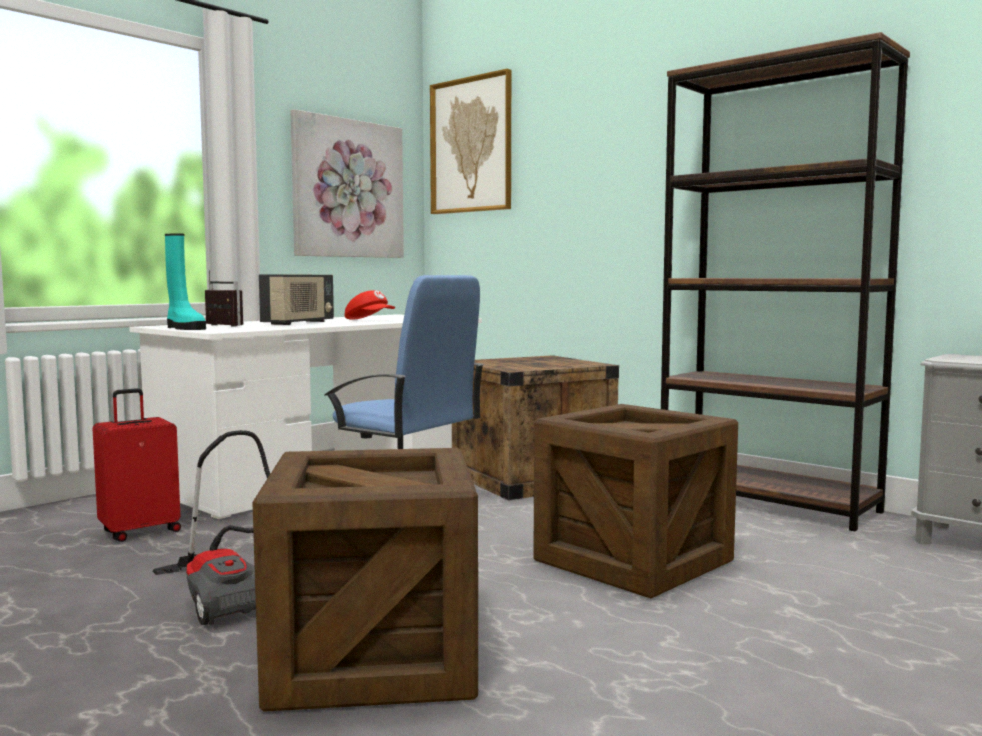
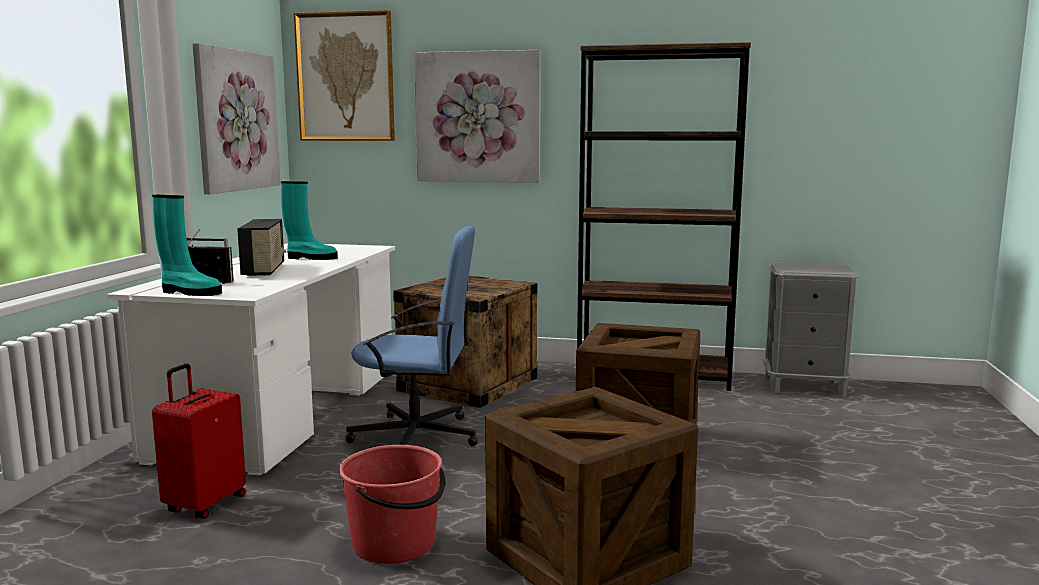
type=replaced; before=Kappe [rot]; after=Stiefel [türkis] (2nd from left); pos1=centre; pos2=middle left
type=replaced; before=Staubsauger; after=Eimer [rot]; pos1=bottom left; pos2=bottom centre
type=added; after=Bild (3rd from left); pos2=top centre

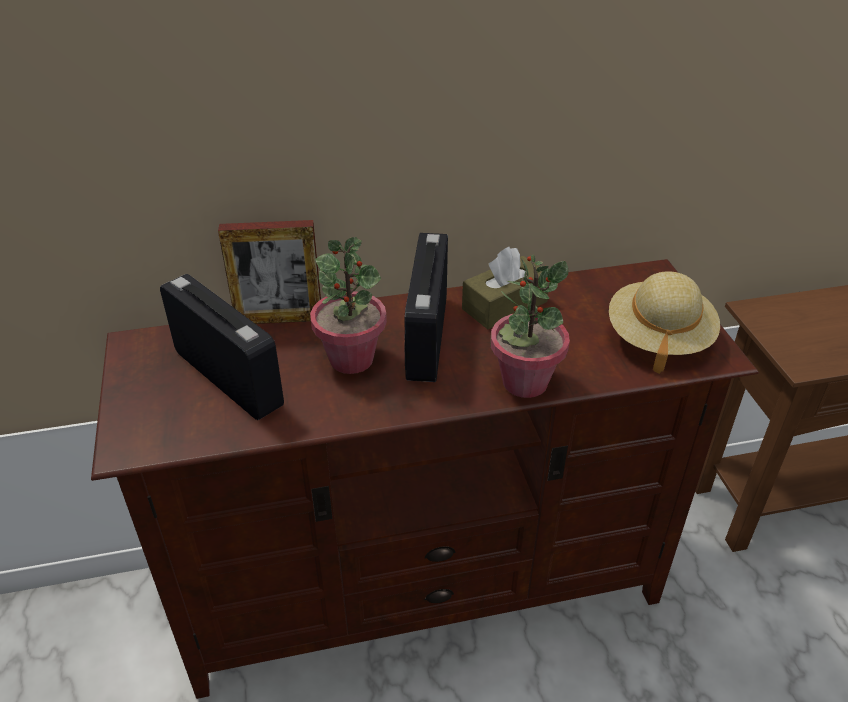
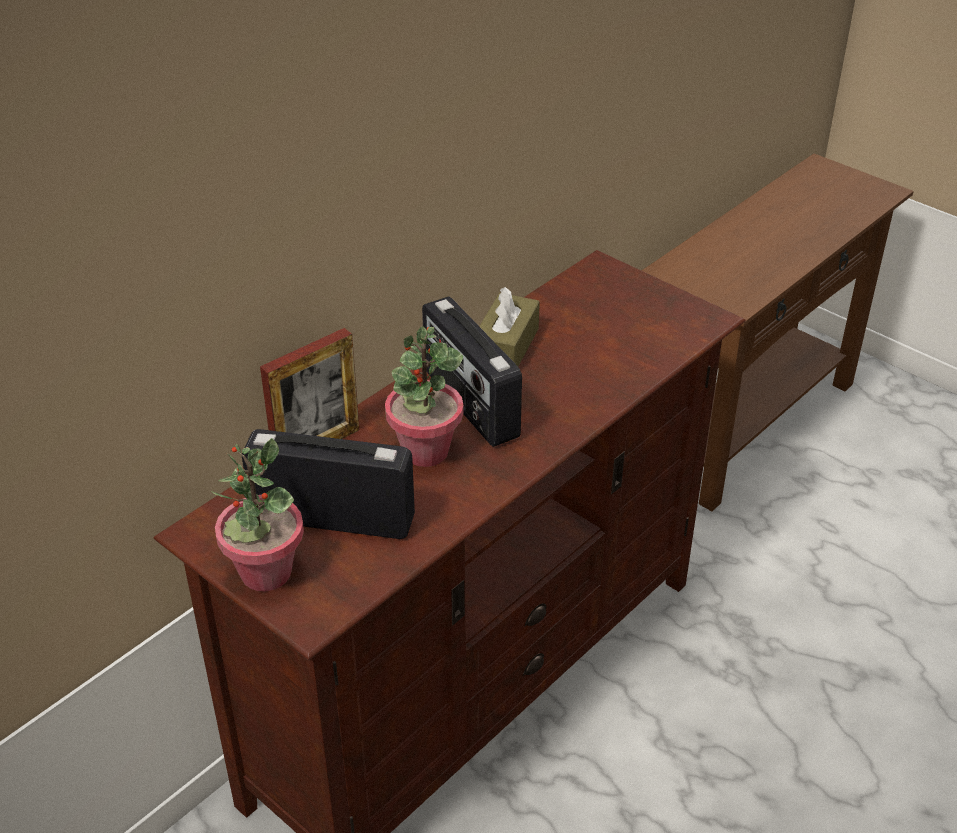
type=moved; before=Topfpflanze (2nd from left in the first image); after=Topfpflanze (1st from left); pos1=centre; pos2=middle left
type=removed; before=Hut [beige]; pos1=middle right

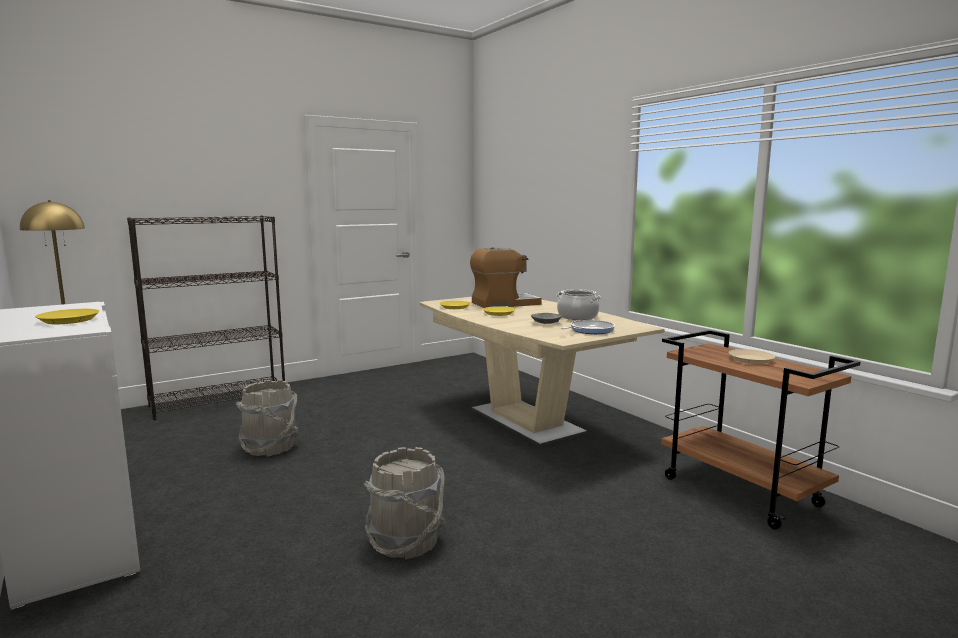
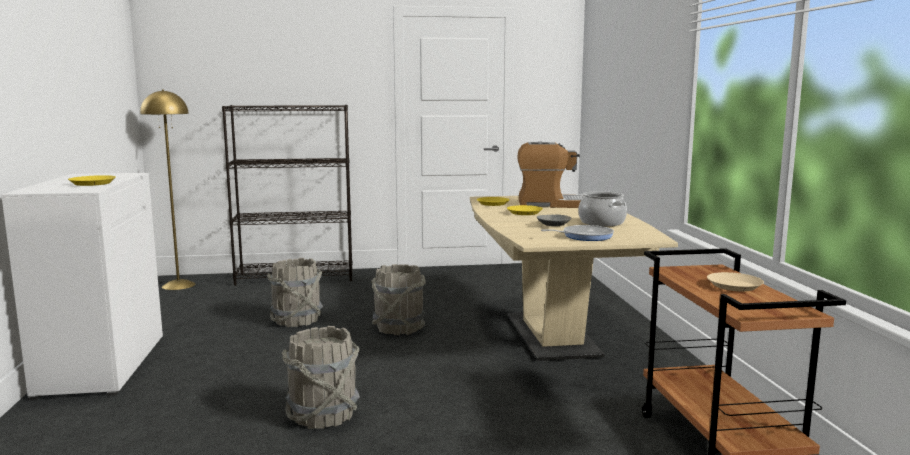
type=added; after=Eimer [grau] (3rd from left); pos2=centre

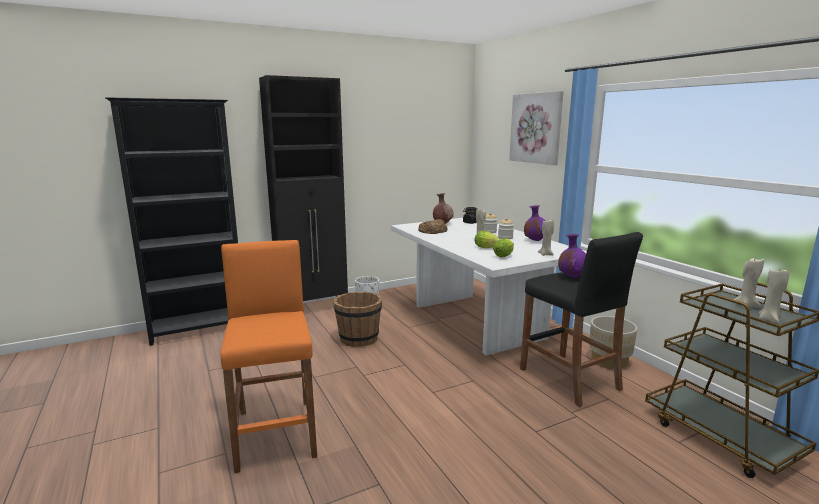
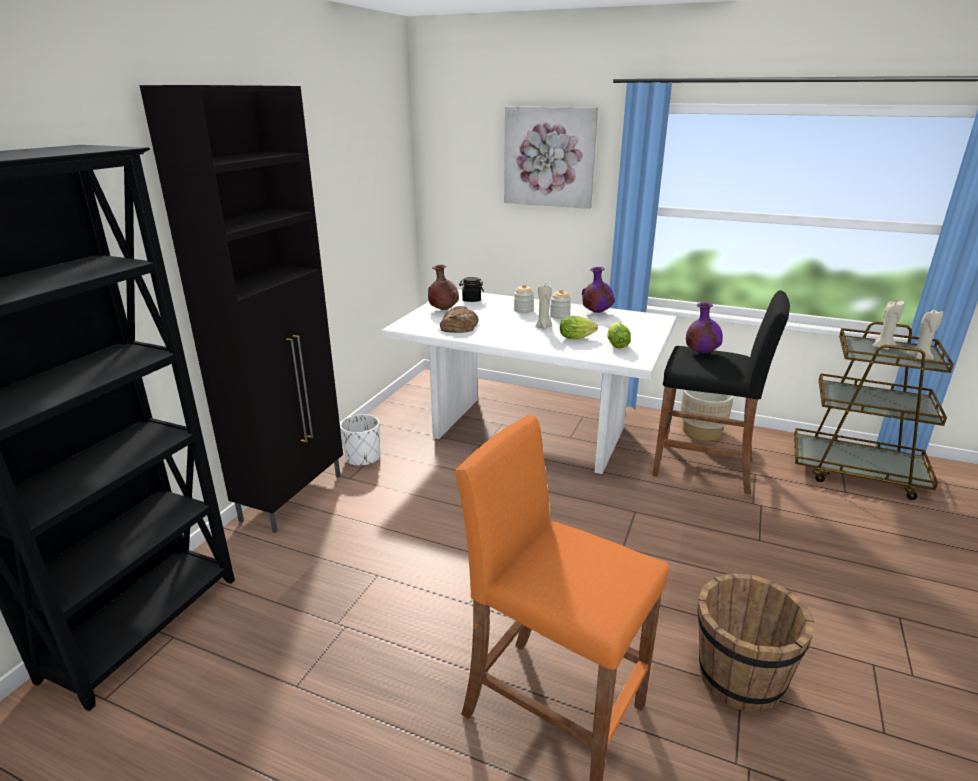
type=removed; before=Kerze [beige] (2nd from left); pos1=middle right
type=moved; before=Eimer [braun]; pos1=centre; pos2=bottom right

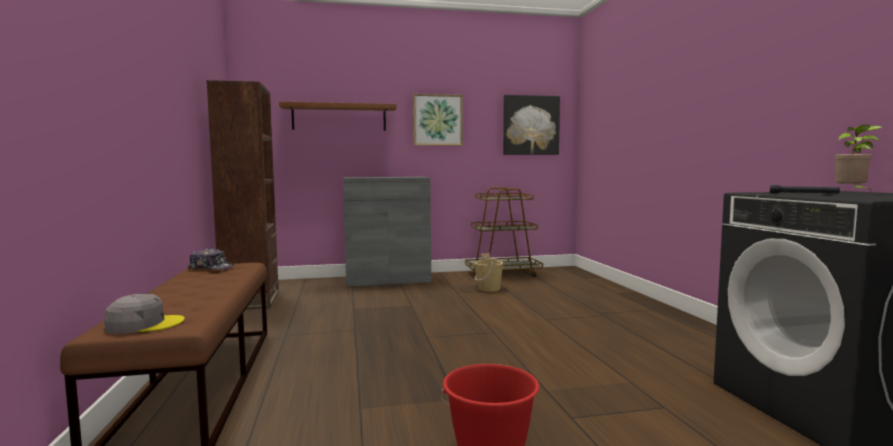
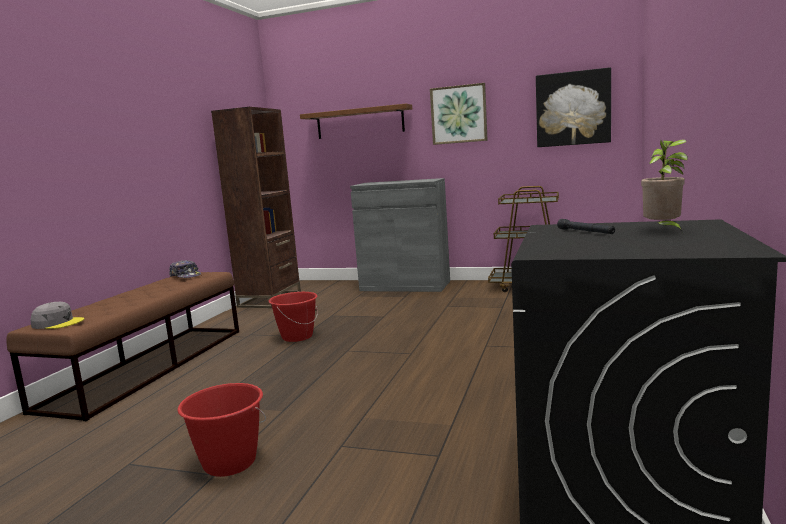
type=removed; before=Eimer [beige]; pos1=centre
type=added; after=Eimer [rot] (2nd from left); pos2=centre

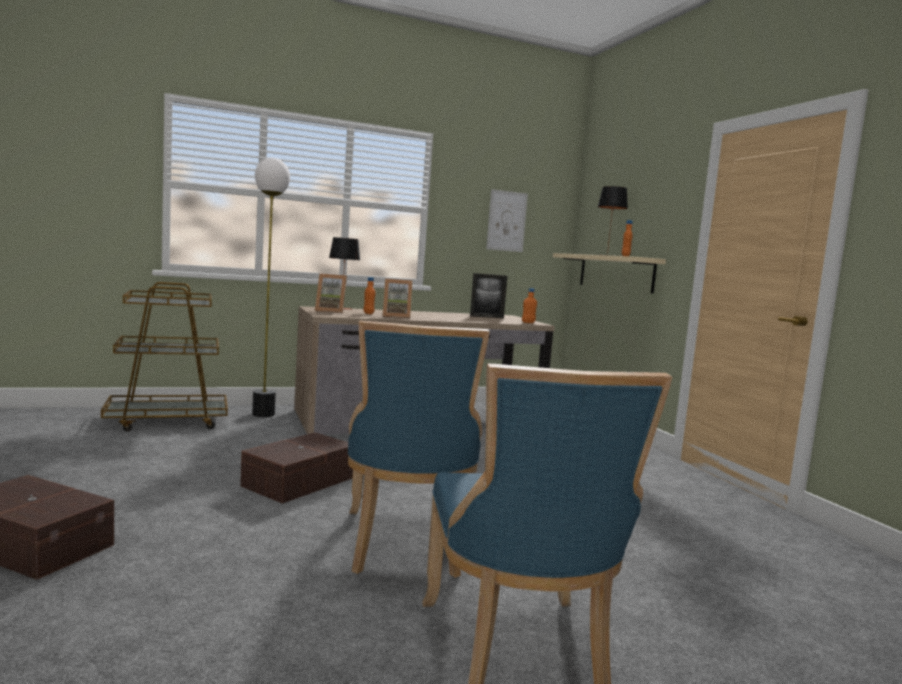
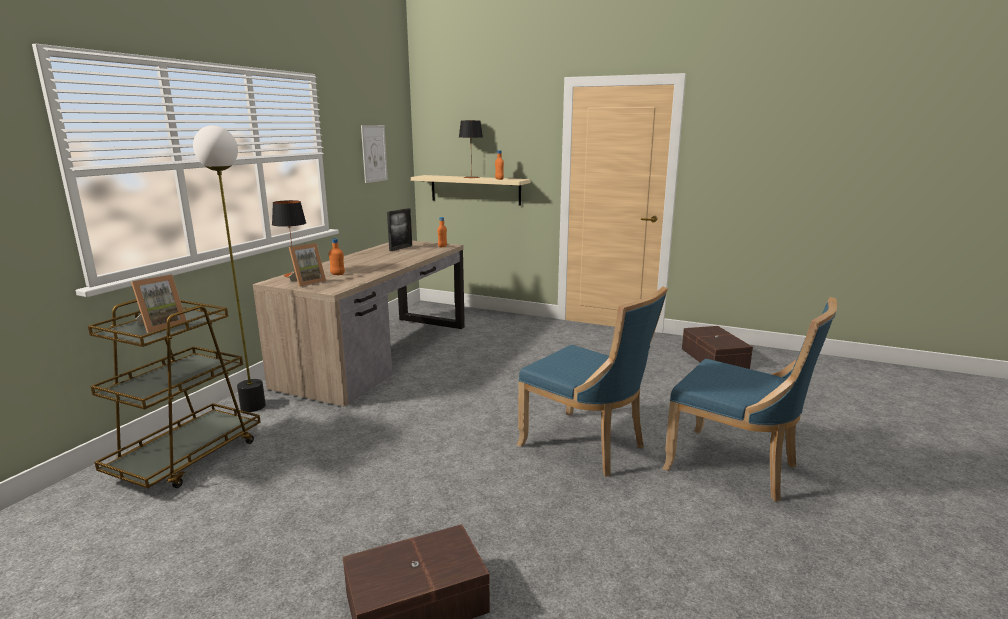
type=moved; before=Bilderrahmen (2nd from left in the first image); after=Bilderrahmen (1st from left); pos1=centre; pos2=middle left
type=moved; before=Aufbewahrungsbox [braun] (2nd from left); pos1=bottom left; pos2=middle right

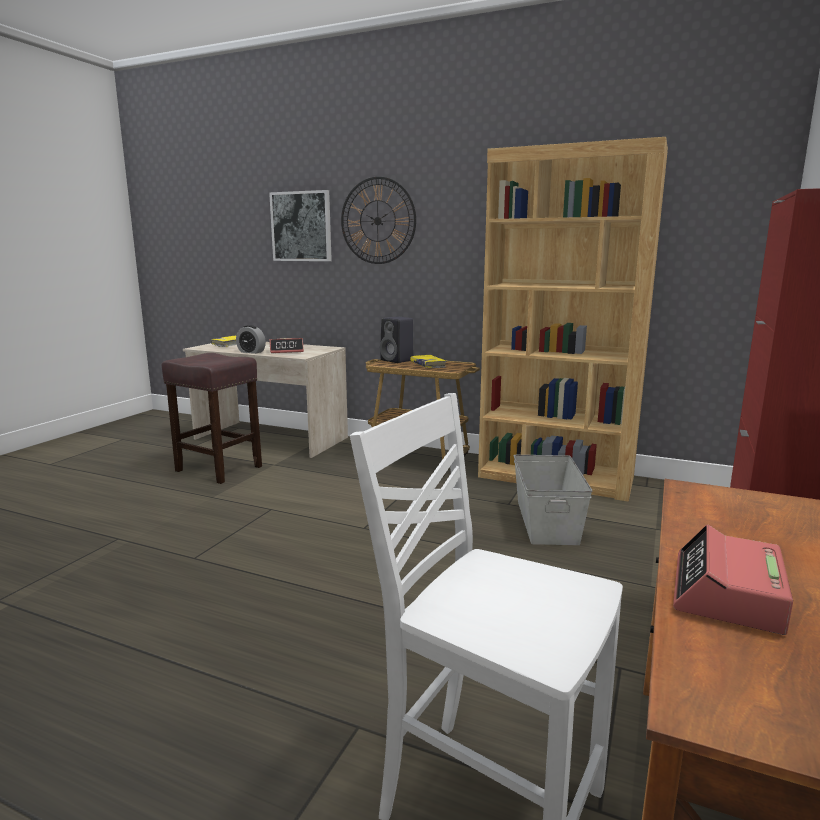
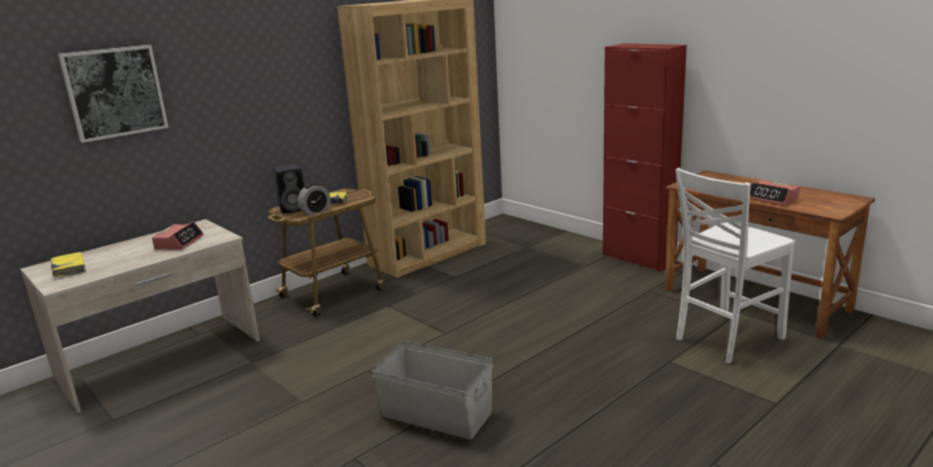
type=removed; before=Wanduhr; pos1=top centre
type=moved; before=Wecker (1st from left in the first image); after=Wecker (2nd from left); pos1=middle left; pos2=centre
type=removed; before=Hocker [braun]; pos1=middle left
type=moved; before=Aufbewahrungsbox [grau]; pos1=middle right; pos2=bottom centre

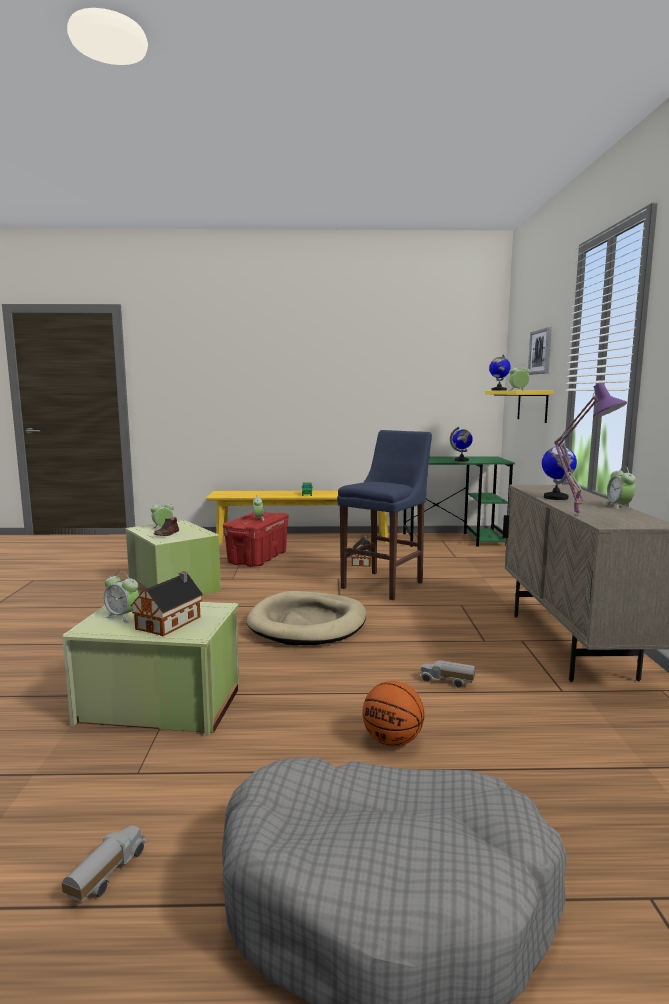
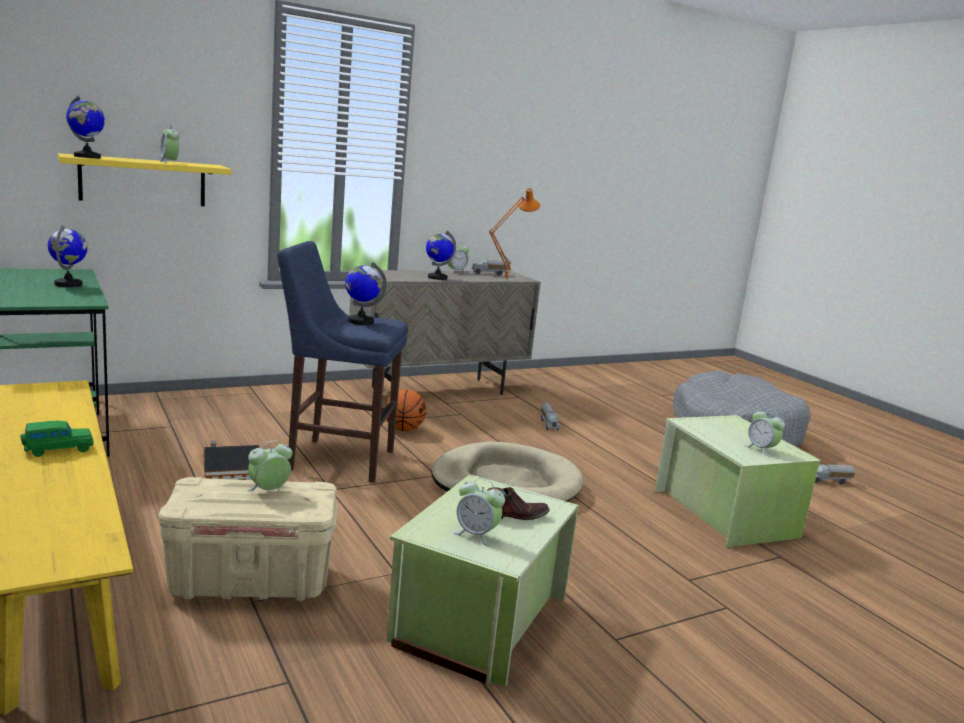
type=removed; before=Bild; pos1=middle right
type=recoloured; before=Tischlampe [lila]; after=Tischlampe [orange]; pos1=middle right; pos2=top centre
type=recoloured; before=Aufbewahrungsbox [rot]; after=Aufbewahrungsbox [beige]; pos1=centre; pos2=bottom left
type=turned; before=Wecker (1st from left in the first image); pos1=middle left; pos2=middle right; turn=150
type=removed; before=Spielzeughaus (1st from left); pos1=middle left
type=moved; before=Basketball; pos1=bottom centre; pos2=centre
type=added; after=Spielzeuglaster (1st from left); pos2=centre
type=added; after=Globus (3rd from left); pos2=centre

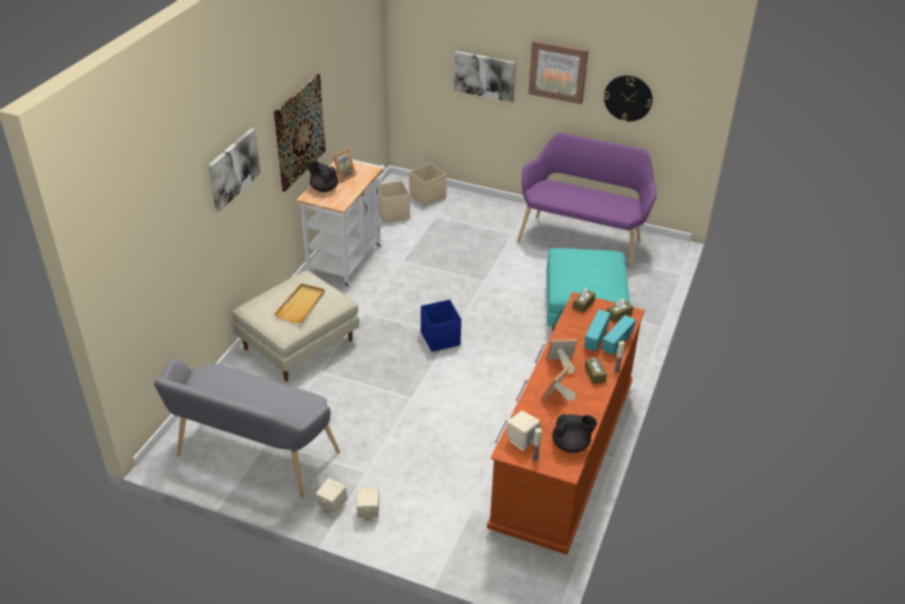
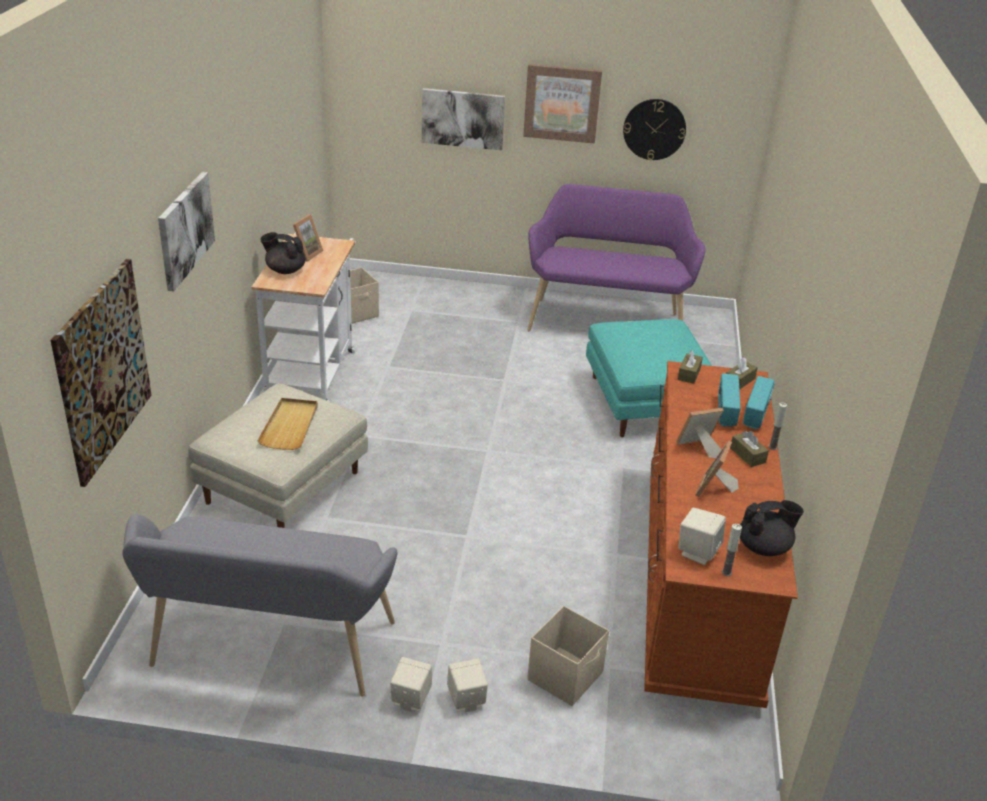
type=moved; before=Bild (2nd from left in the first image); after=Bild (1st from left); pos1=top left; pos2=middle left
type=moved; before=Aufbewahrungsbox [beige] (2nd from left); pos1=top centre; pos2=bottom centre
type=removed; before=Aufbewahrungsbox [blau]; pos1=centre

